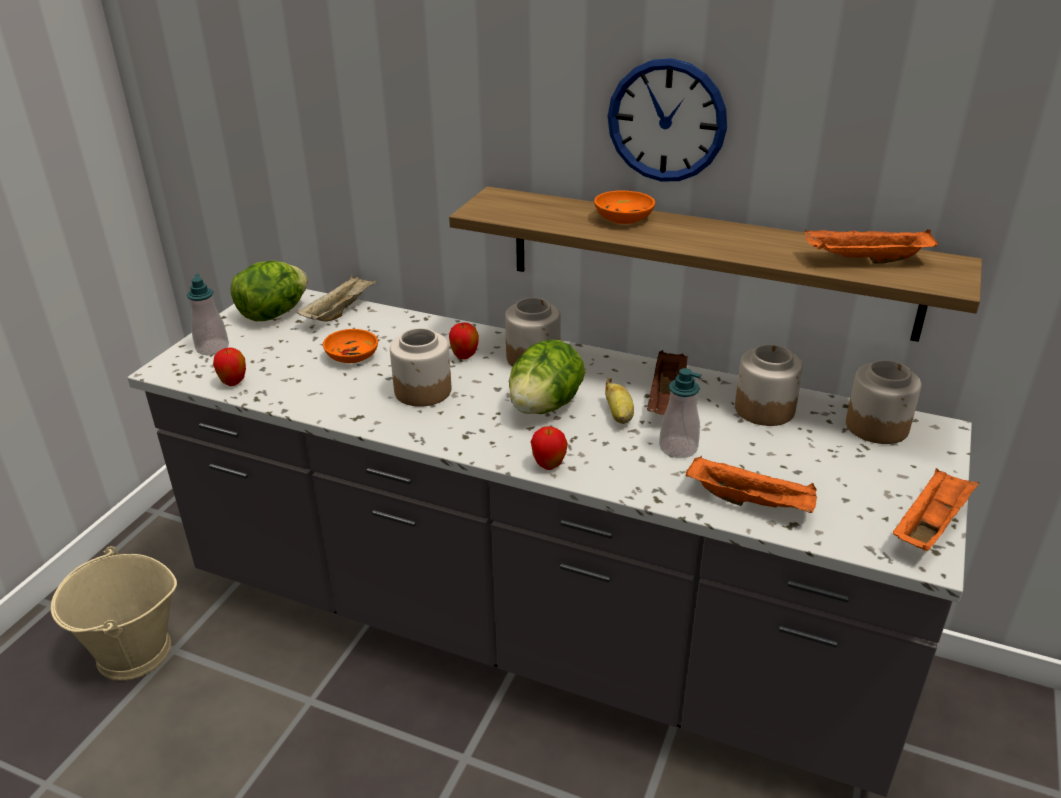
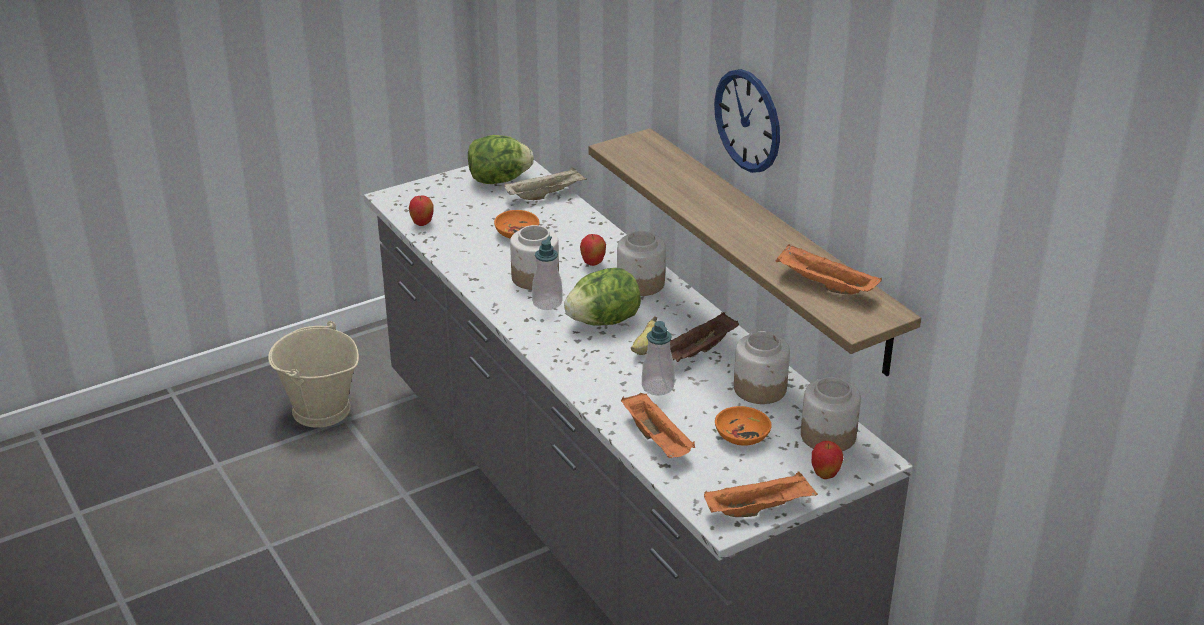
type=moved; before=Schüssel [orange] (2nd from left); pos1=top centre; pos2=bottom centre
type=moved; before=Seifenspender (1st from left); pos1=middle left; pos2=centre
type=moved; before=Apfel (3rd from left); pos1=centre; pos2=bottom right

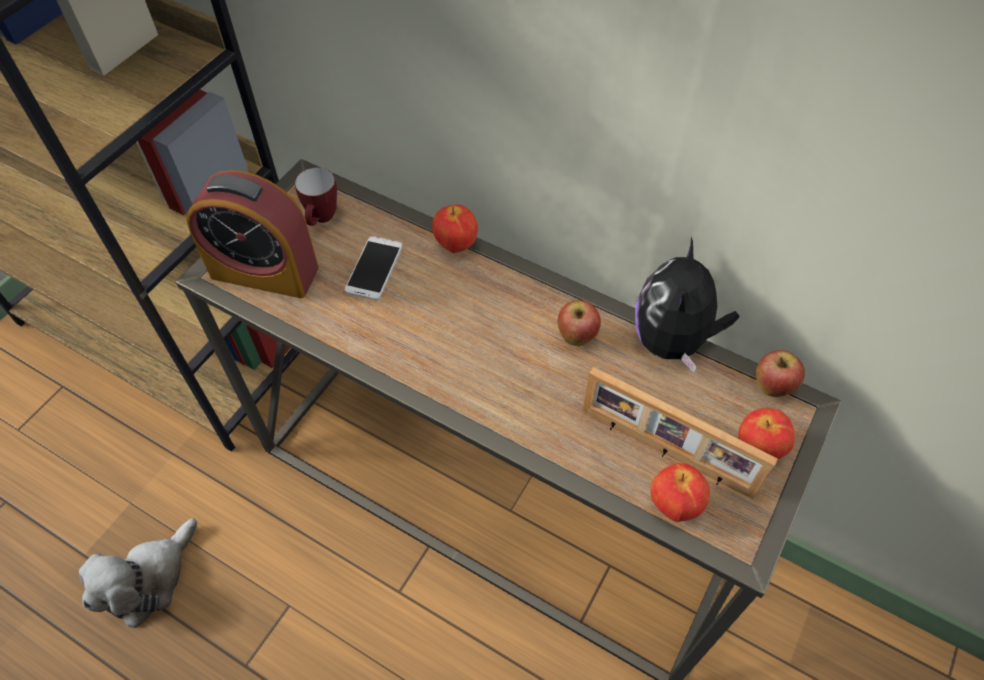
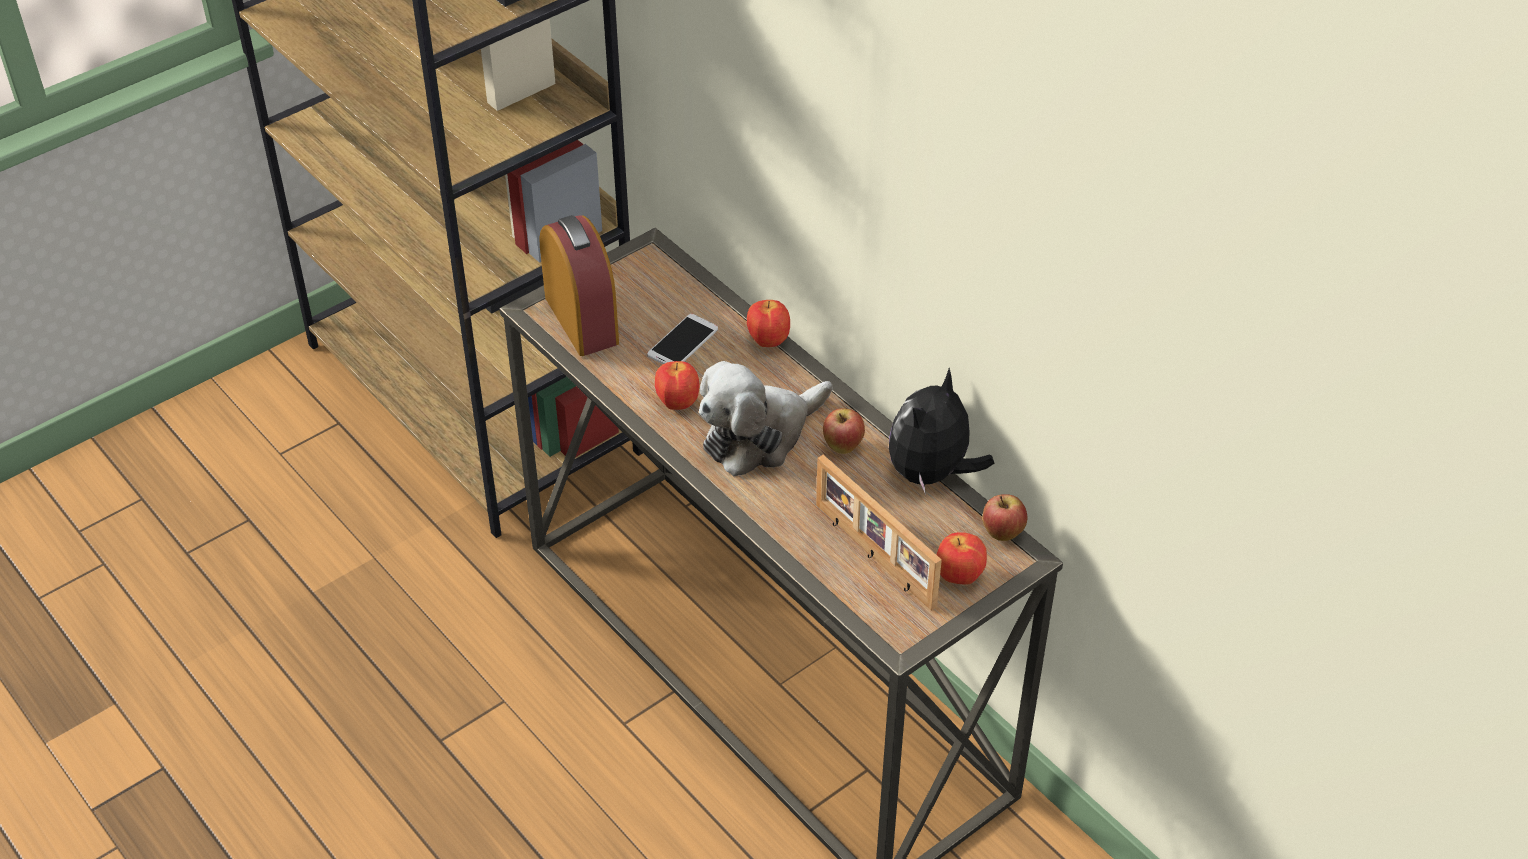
type=removed; before=Henkelbecher; pos1=top left
type=turned; before=Wecker; pos1=middle left; pos2=top centre; turn=-150
type=moved; before=Apfel (3rd from left in the first image); after=Apfel (1st from left); pos1=bottom right; pos2=centre
type=moved; before=Plüschtier (1st from left); pos1=bottom left; pos2=centre

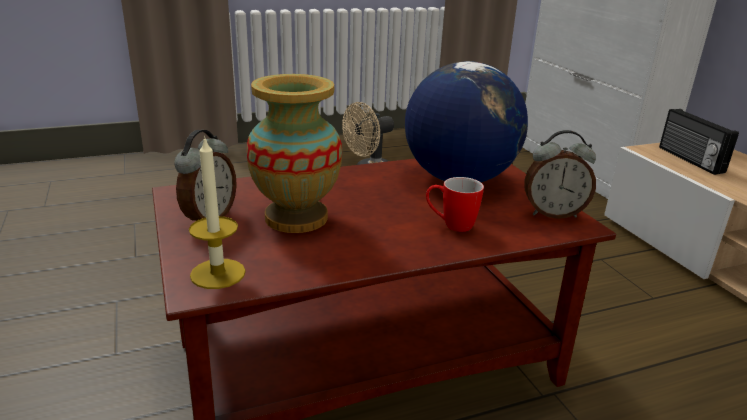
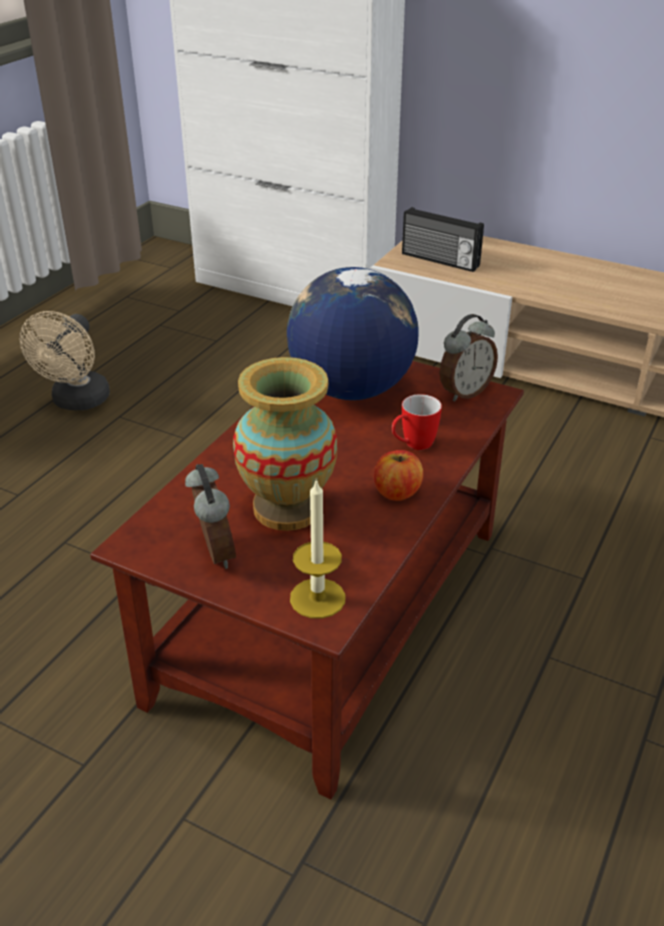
type=added; after=Apfel; pos2=centre

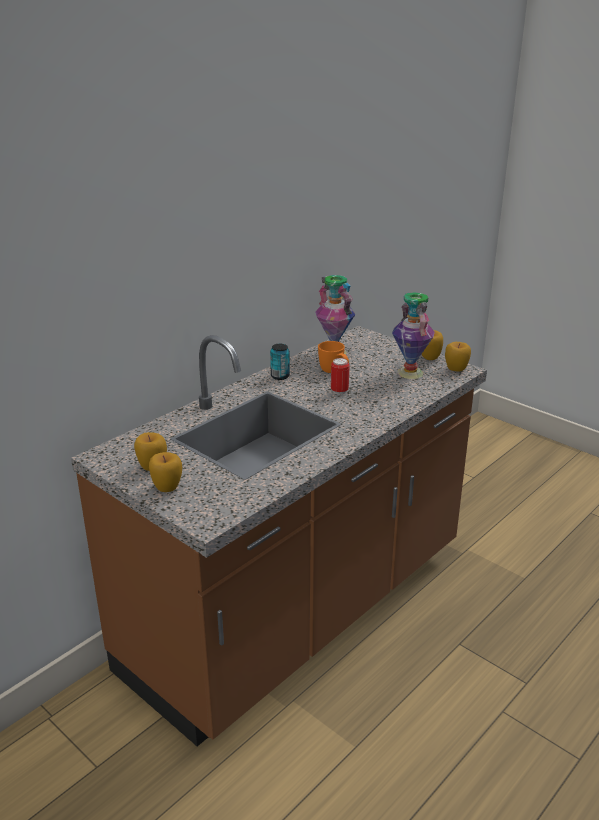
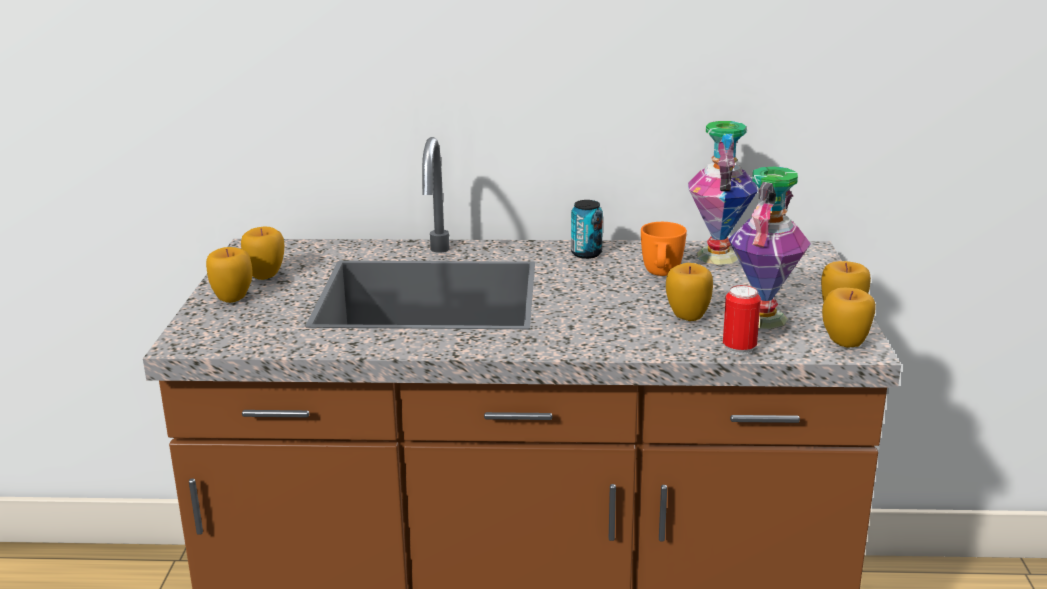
type=moved; before=Dose (2nd from left); pos1=centre; pos2=middle right
type=added; after=Apfel (3rd from left); pos2=centre

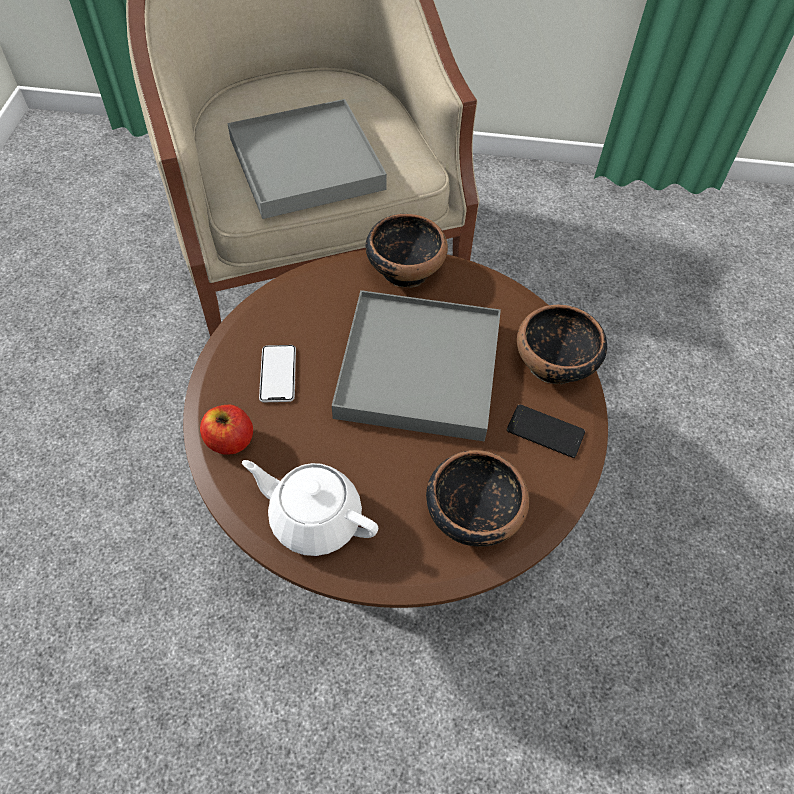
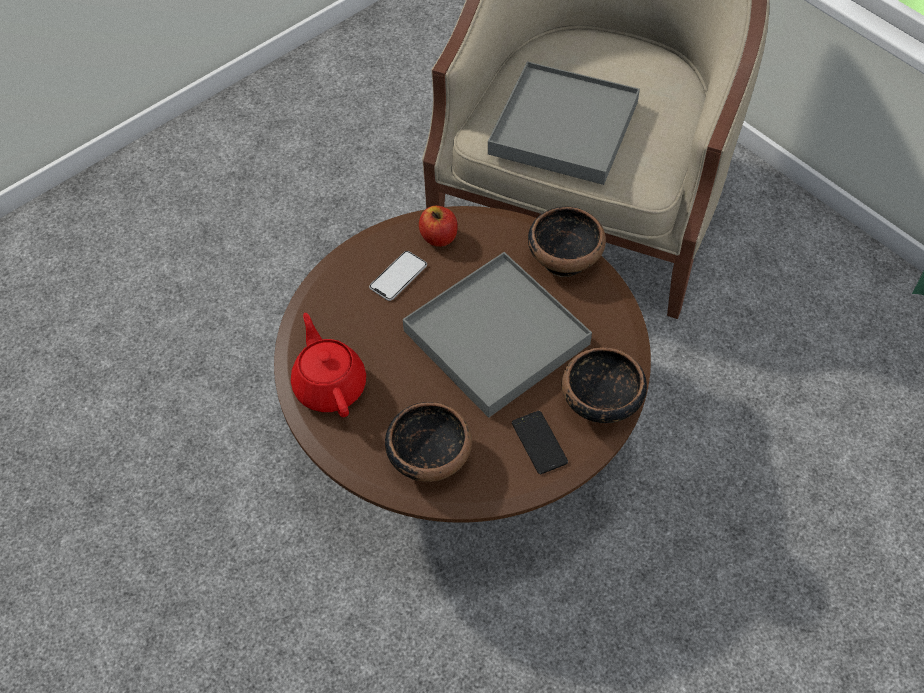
type=moved; before=Apfel; pos1=middle left; pos2=top centre
type=recoloured; before=Teekanne [weiß]; after=Teekanne [rot]; pos1=centre; pos2=centre

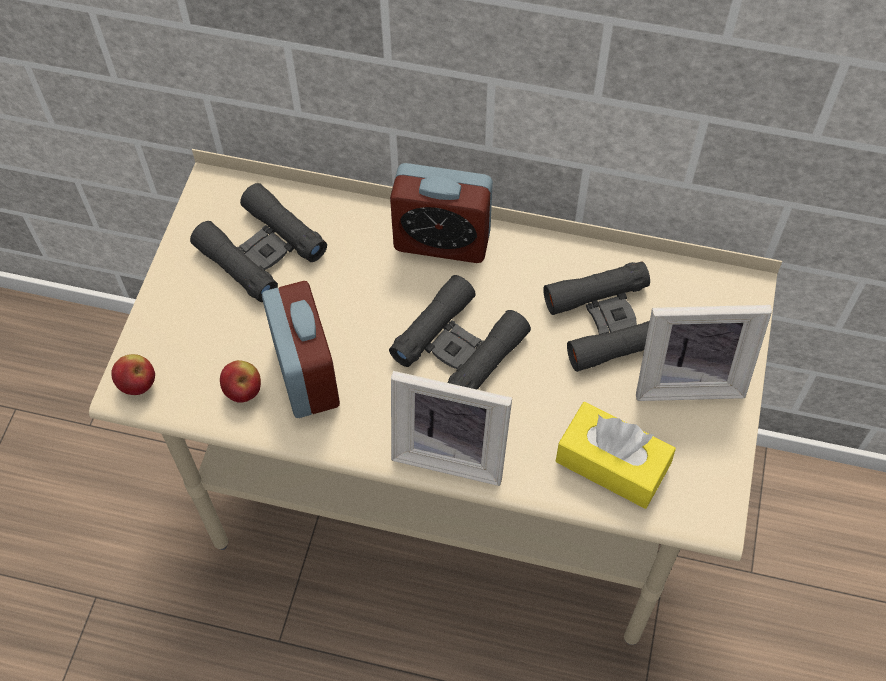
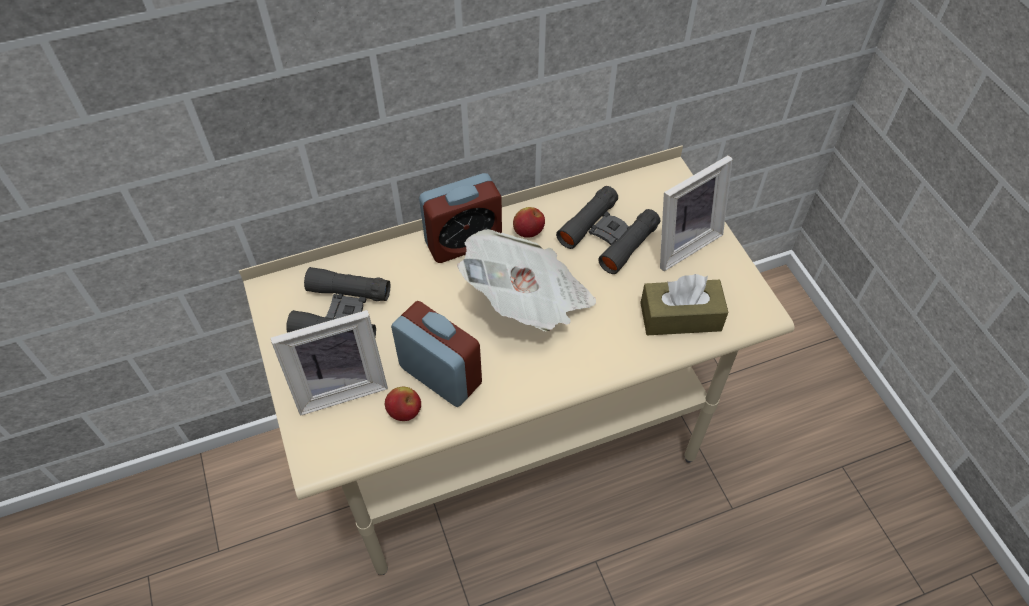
type=replaced; before=Fernglas [schwarz] (2nd from left); after=Zeitung; pos1=centre; pos2=centre
type=moved; before=Apfel (1st from left in the first image); after=Apfel (2nd from left); pos1=middle left; pos2=centre
type=moved; before=Bilderrahmen (1st from left); pos1=centre; pos2=middle left
type=recoloured; before=Taschentuchbox [gelb]; after=Taschentuchbox [braun]; pos1=bottom right; pos2=centre

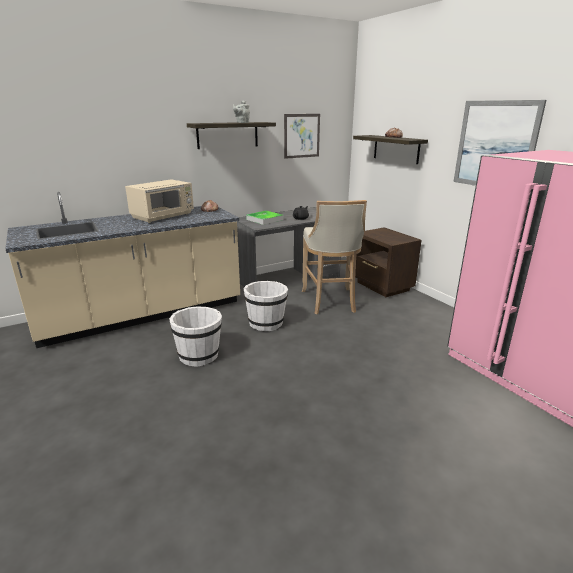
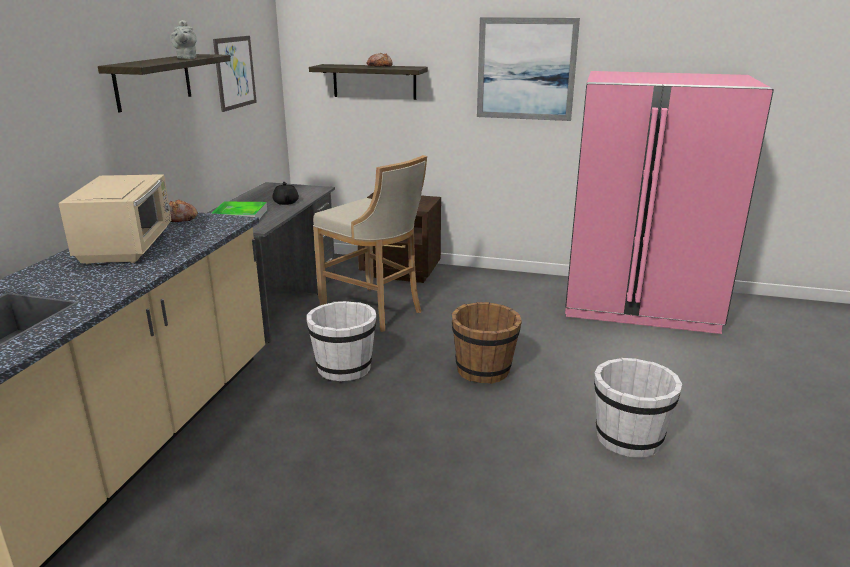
type=moved; before=Eimer [weiß] (1st from left in the first image); after=Eimer [weiß] (2nd from left); pos1=centre; pos2=bottom right
type=added; after=Eimer [braun]; pos2=centre

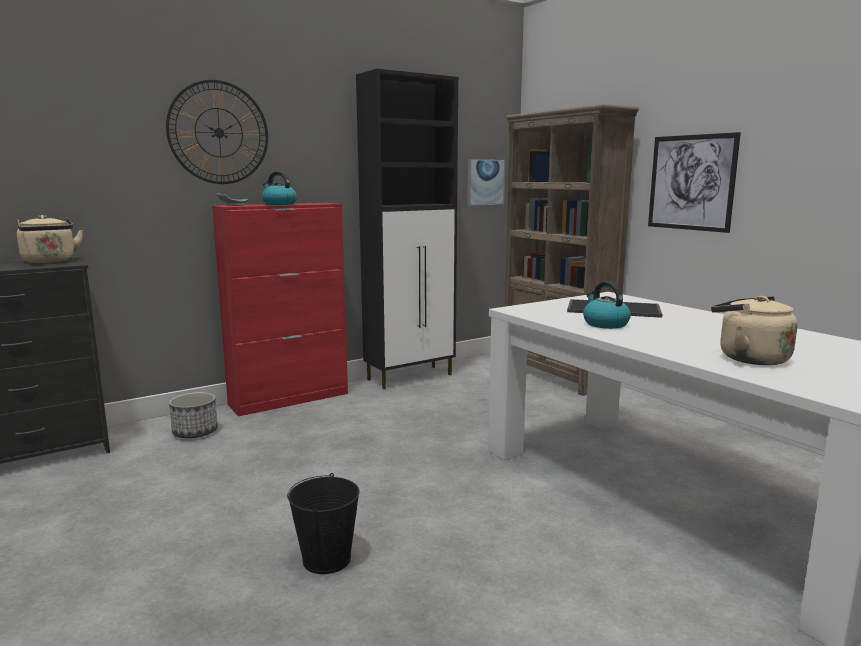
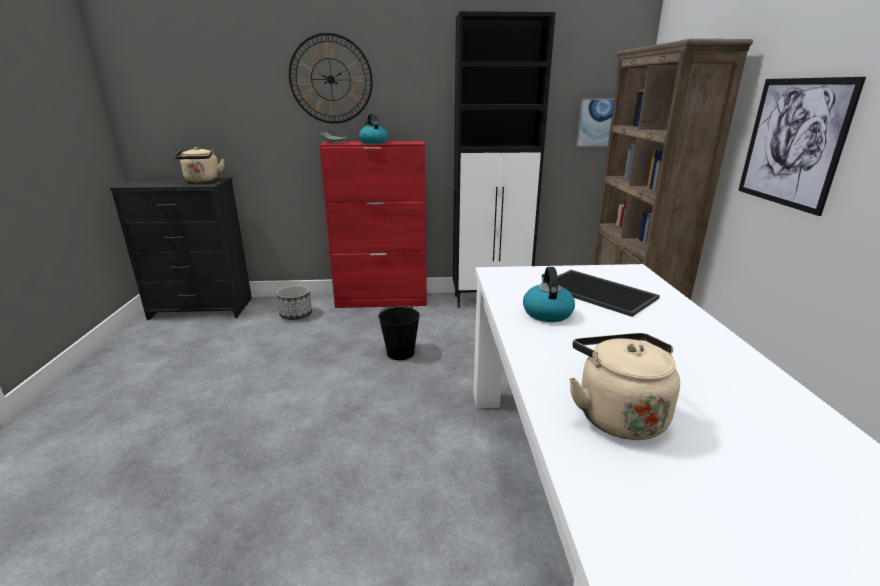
type=moved; before=Eimer [schwarz]; pos1=bottom centre; pos2=centre

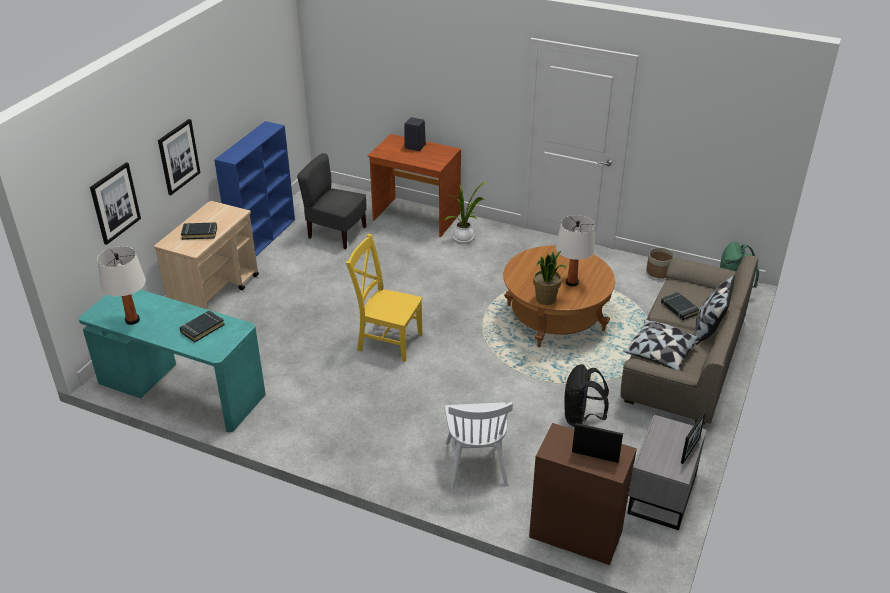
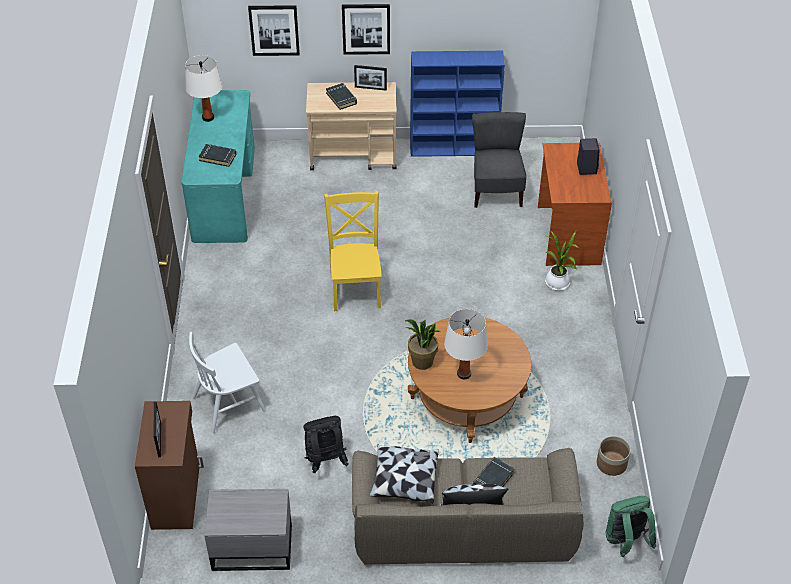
type=moved; before=Bilderrahmen (2nd from left); pos1=bottom right; pos2=top centre

